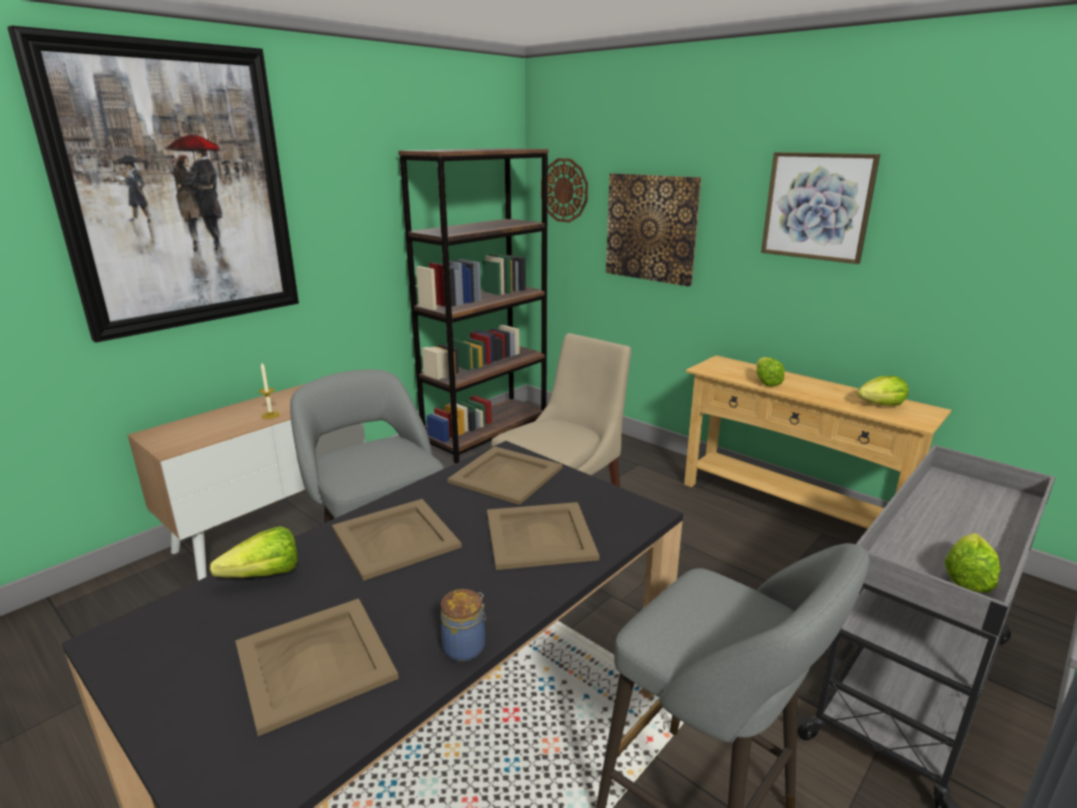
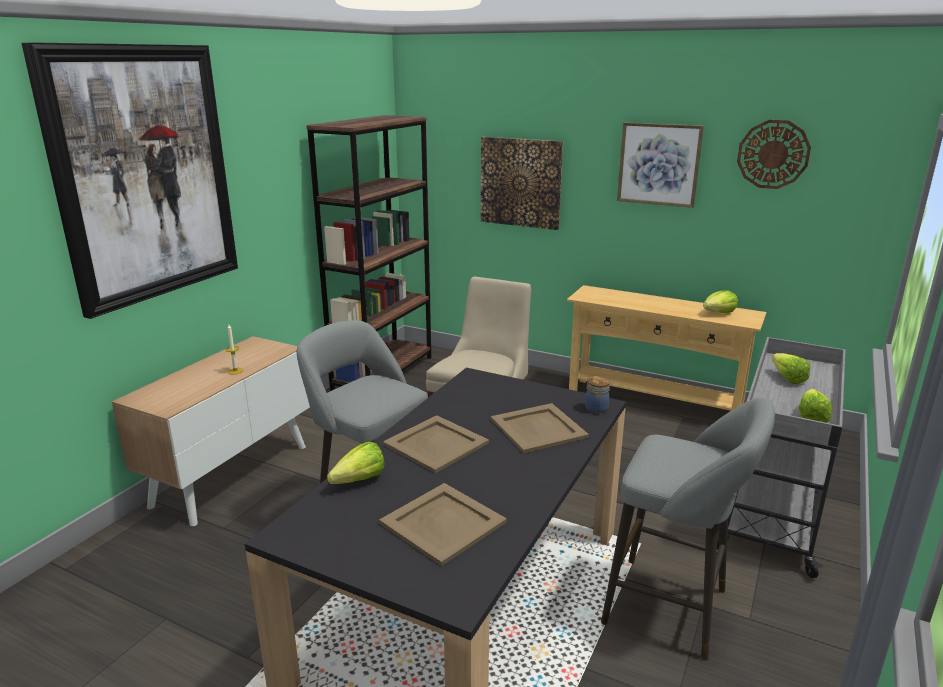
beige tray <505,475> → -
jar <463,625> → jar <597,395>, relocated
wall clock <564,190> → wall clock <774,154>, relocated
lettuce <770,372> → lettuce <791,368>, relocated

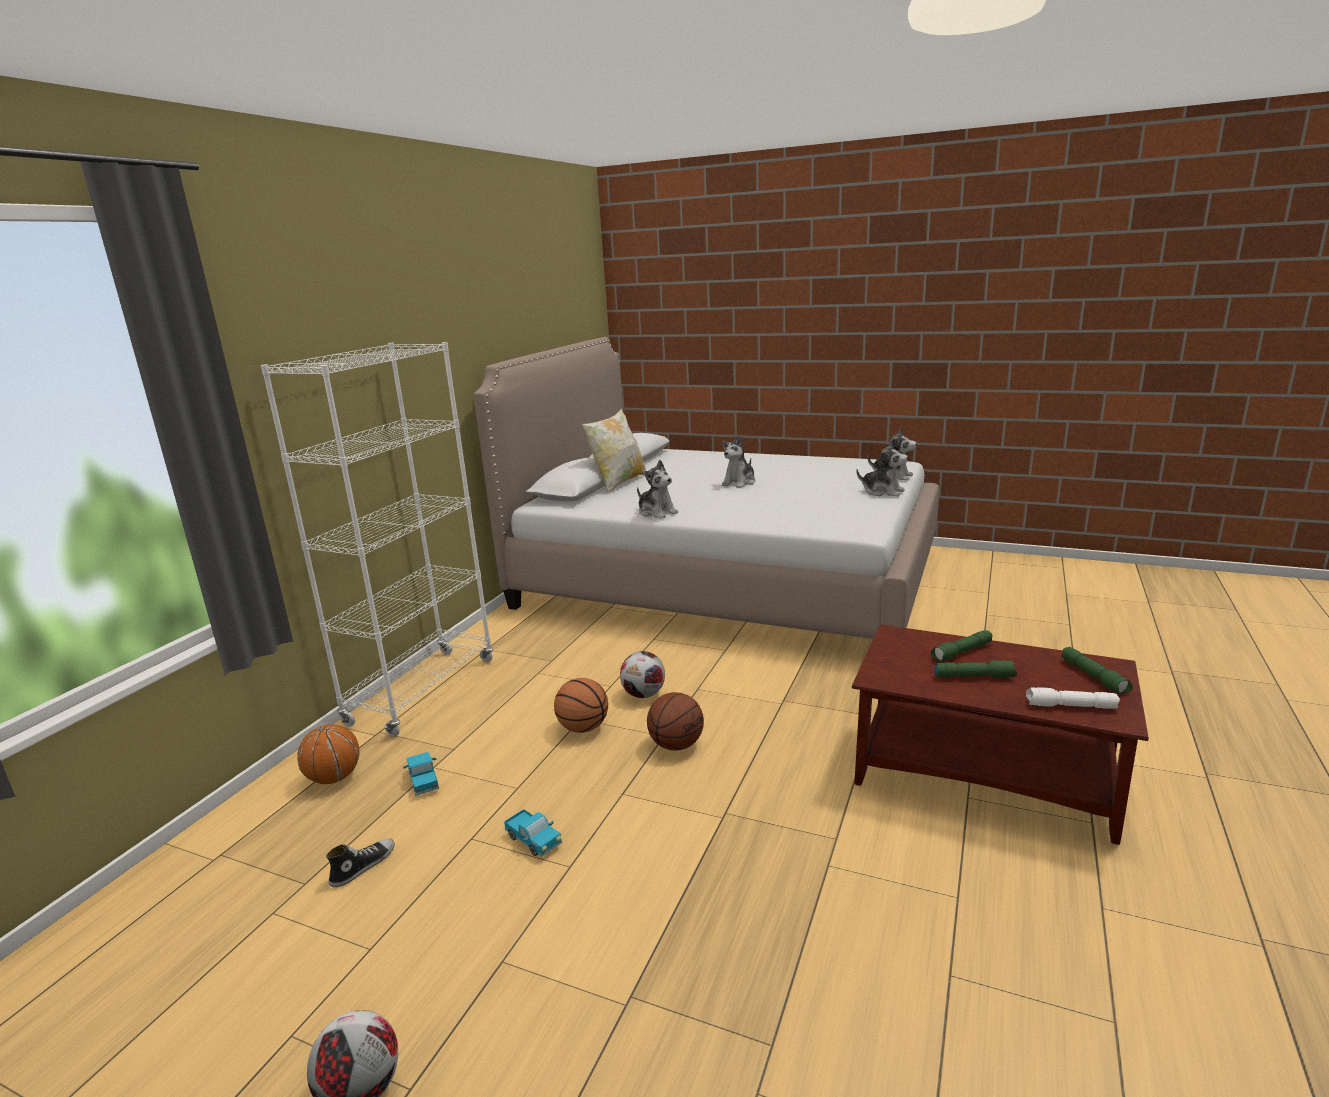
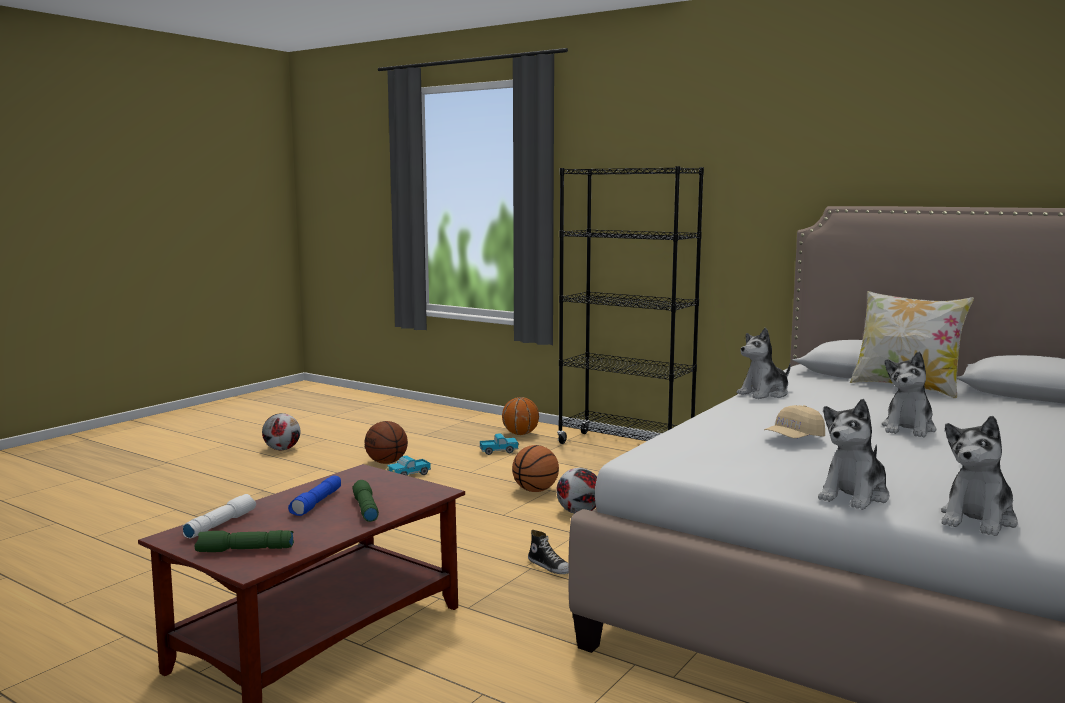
- → beige cap <794,421>
shoe <360,863> → shoe <548,552>, relocated
basketball <675,721> → basketball <386,442>, relocated
white bookcase <377,539> → black bookcase <630,305>
green flashlight <975,669> → blue flashlight <314,496>
plush toy <738,461> → plush toy <909,394>, 105 degrees counterclockwise

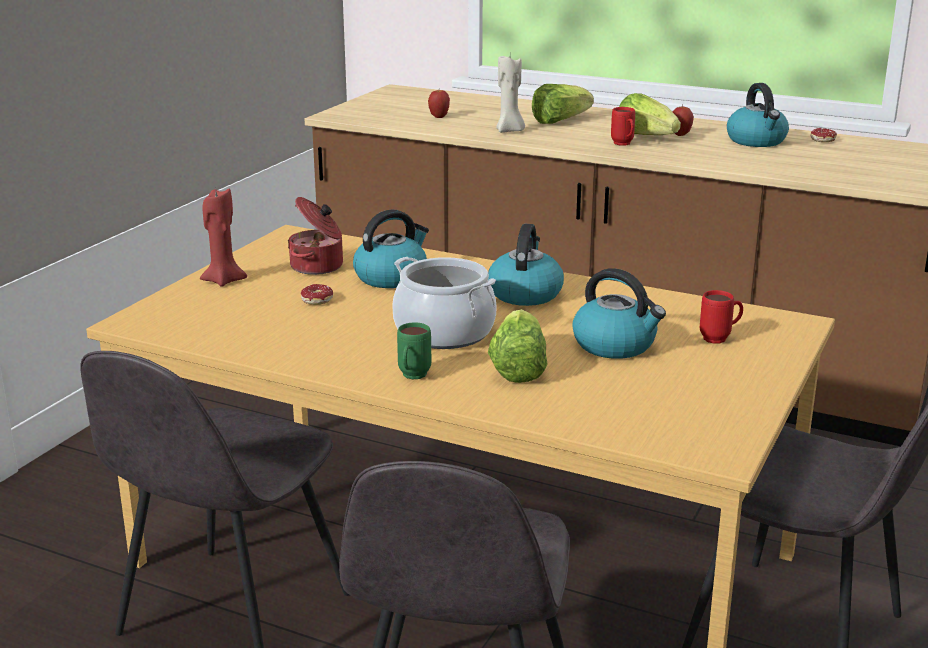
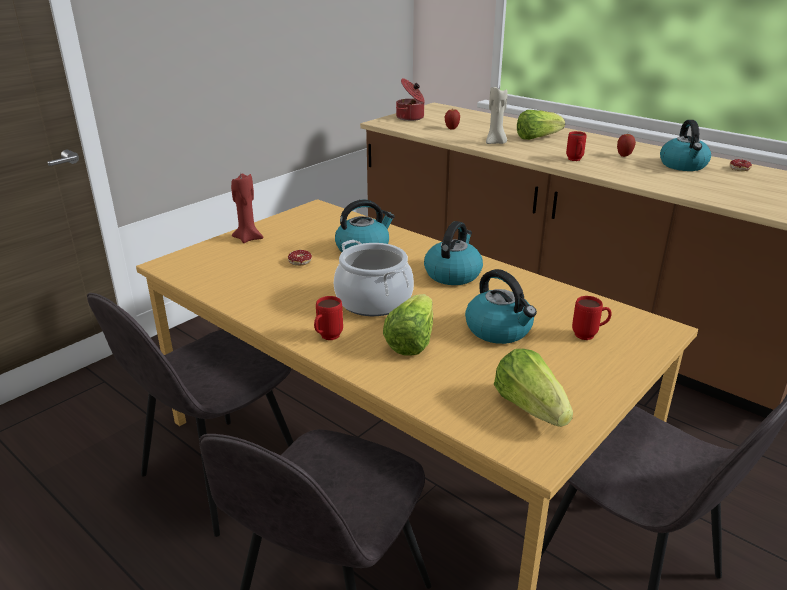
cooking pot <315,236> → cooking pot <410,99>, relocated
lettuce <650,114> → lettuce <533,388>, relocated
green mug <414,350> → red mug <328,318>

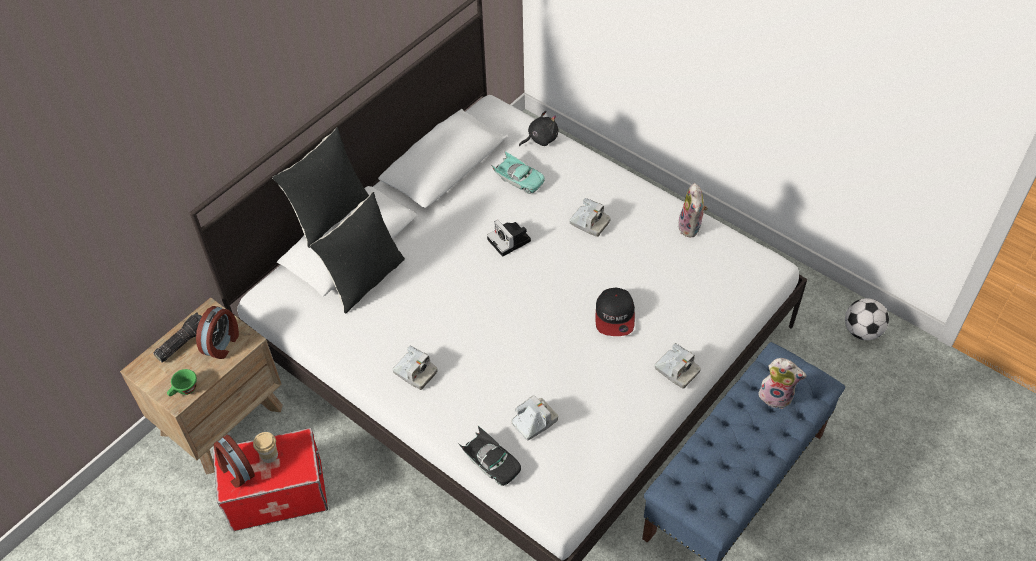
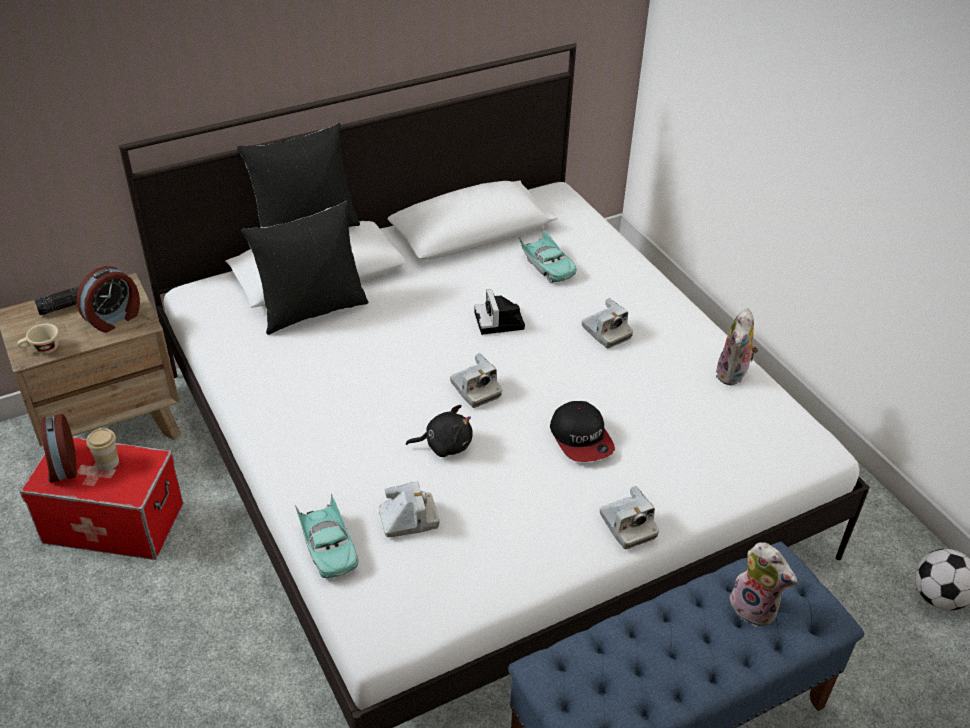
photo camera <414,368> → photo camera <476,380>, relocated
black plush toy <538,128> → black plush toy <439,431>, relocated
green cup <182,382> → beige cup <38,339>
black toy car <489,456> → turquoise toy car <326,535>
cap <615,312> → cap <582,431>, 45 degrees counterclockwise

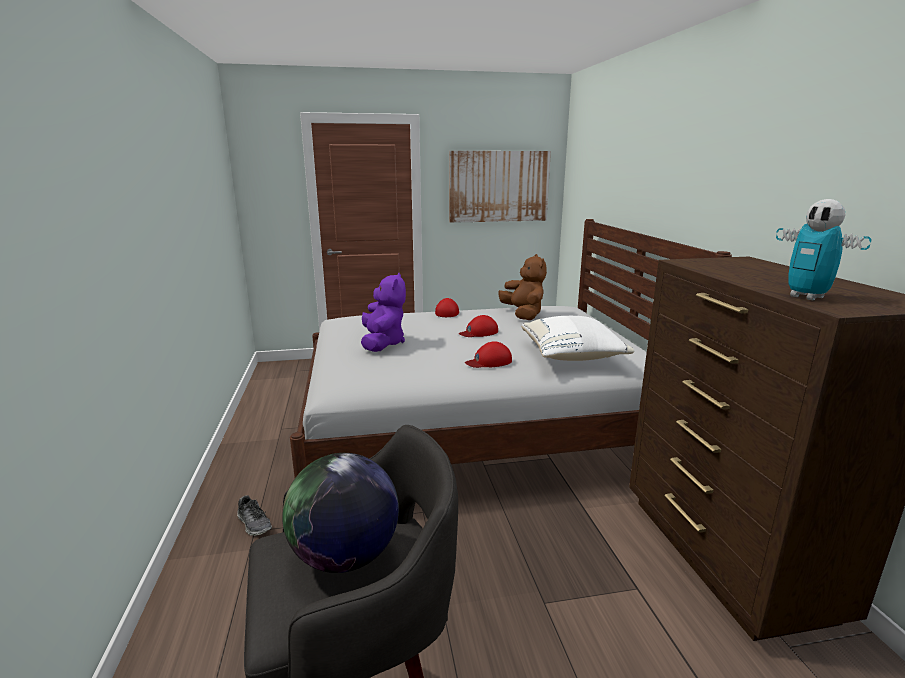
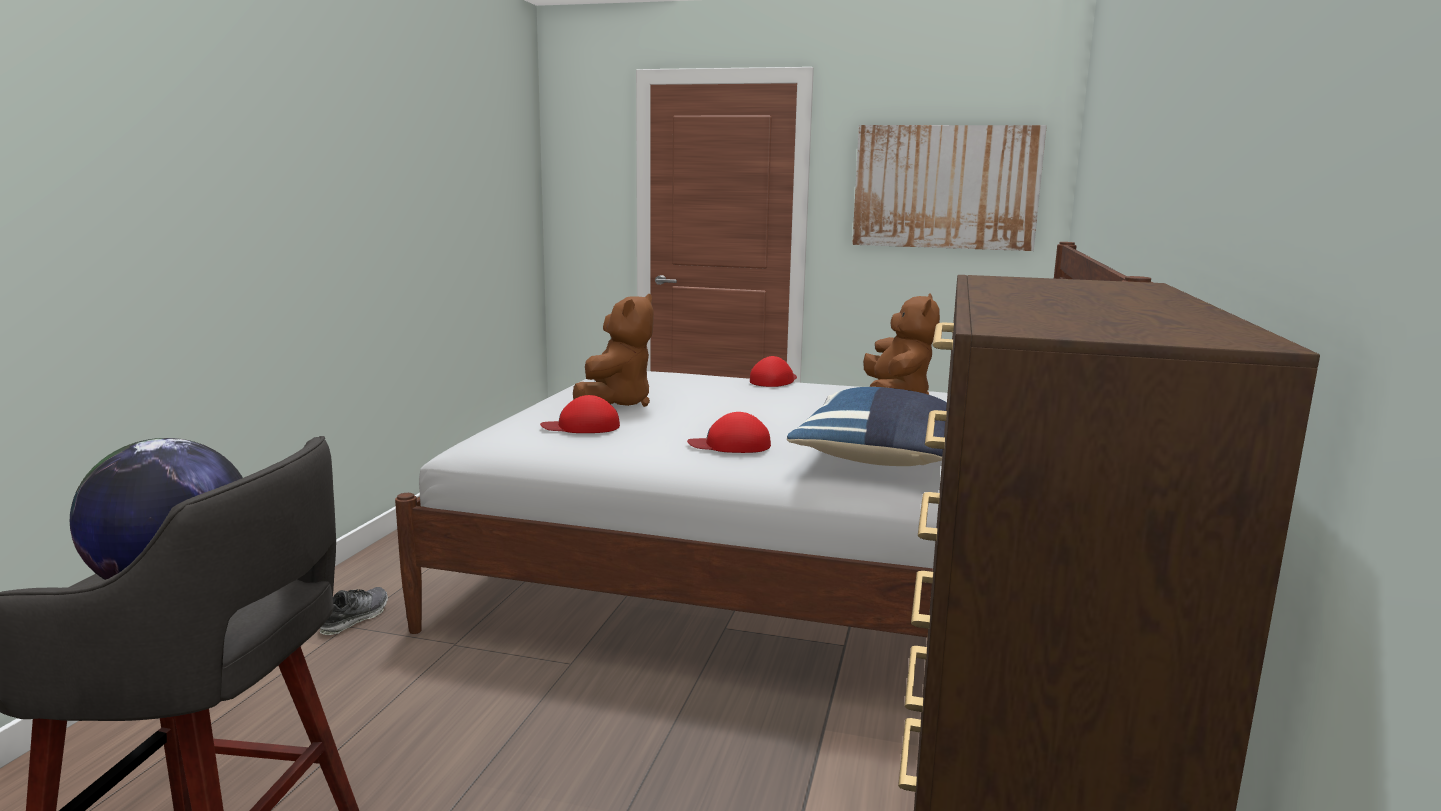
toy robot <823,249> → -
red cap <478,326> → red cap <580,414>, relocated
purple plush toy <383,312> → brown plush toy <613,350>
white pillow <577,338> → blue pillow <867,426>
shoe <254,515> → shoe <354,611>, 135 degrees counterclockwise

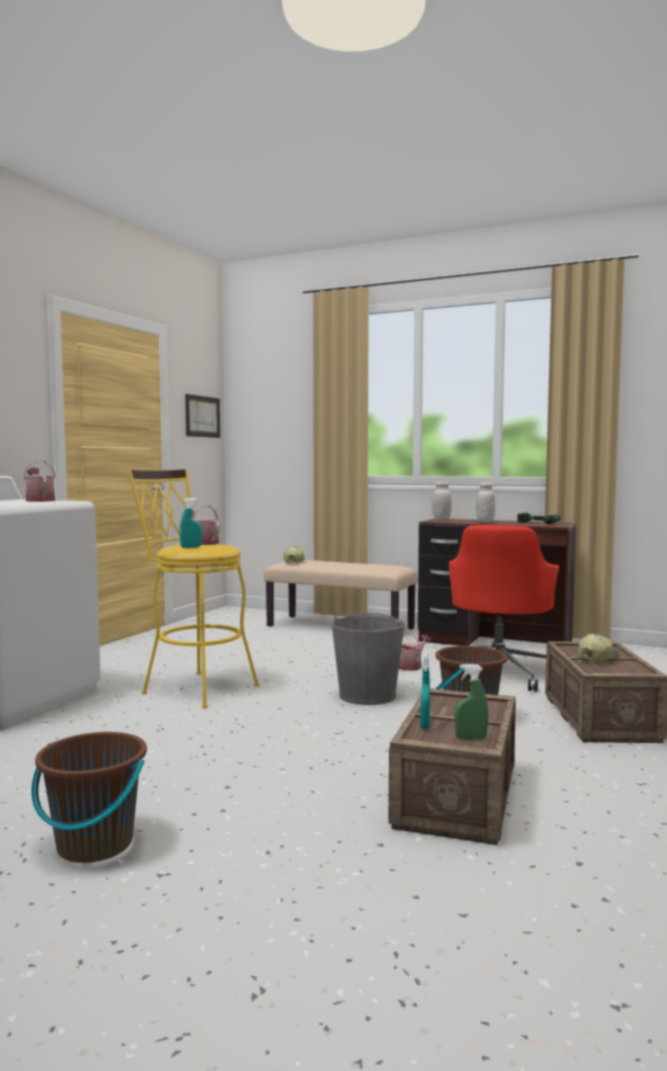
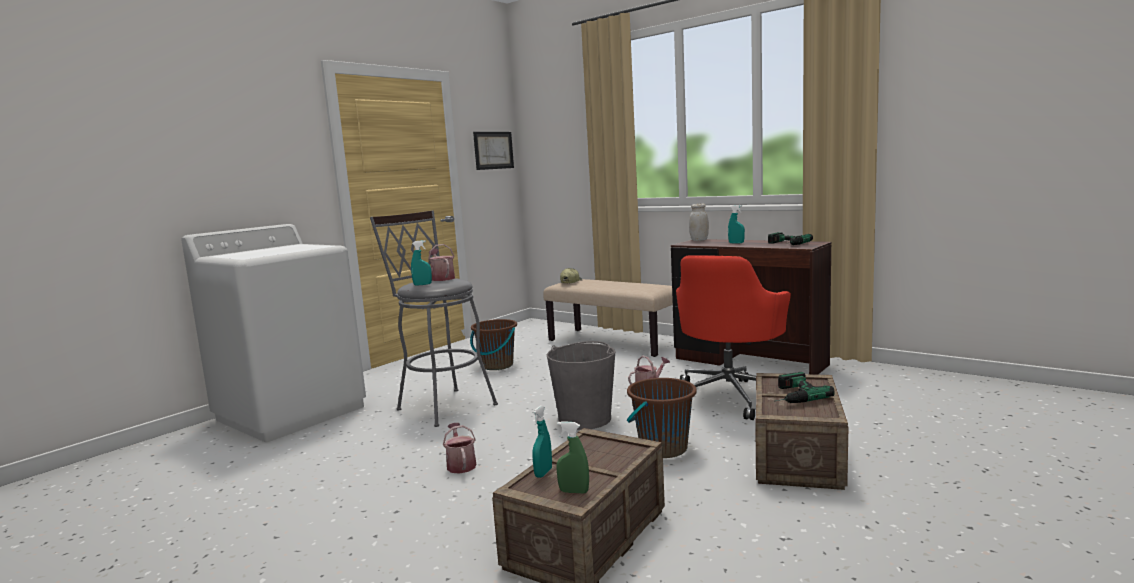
watering can <39,481> → watering can <459,448>, relocated
brown bucket <89,797> → brown bucket <493,344>, relocated
white jar <485,502> → turquoise spray bottle <736,224>
cap <598,647> → power drill <804,387>
yellow stool <193,588> → grey stool <434,318>

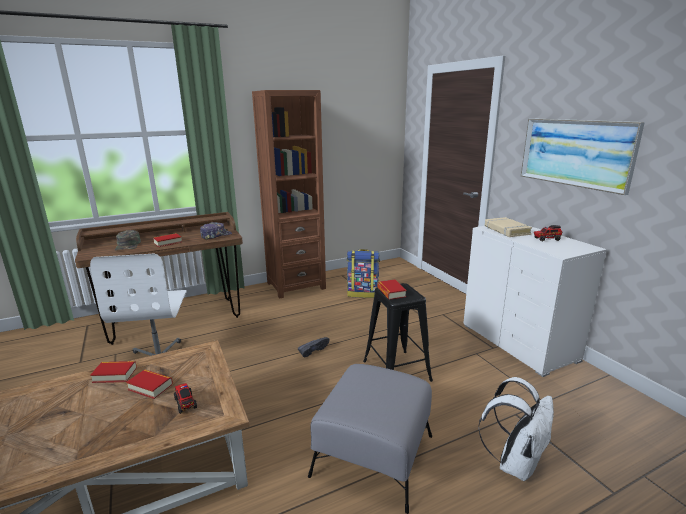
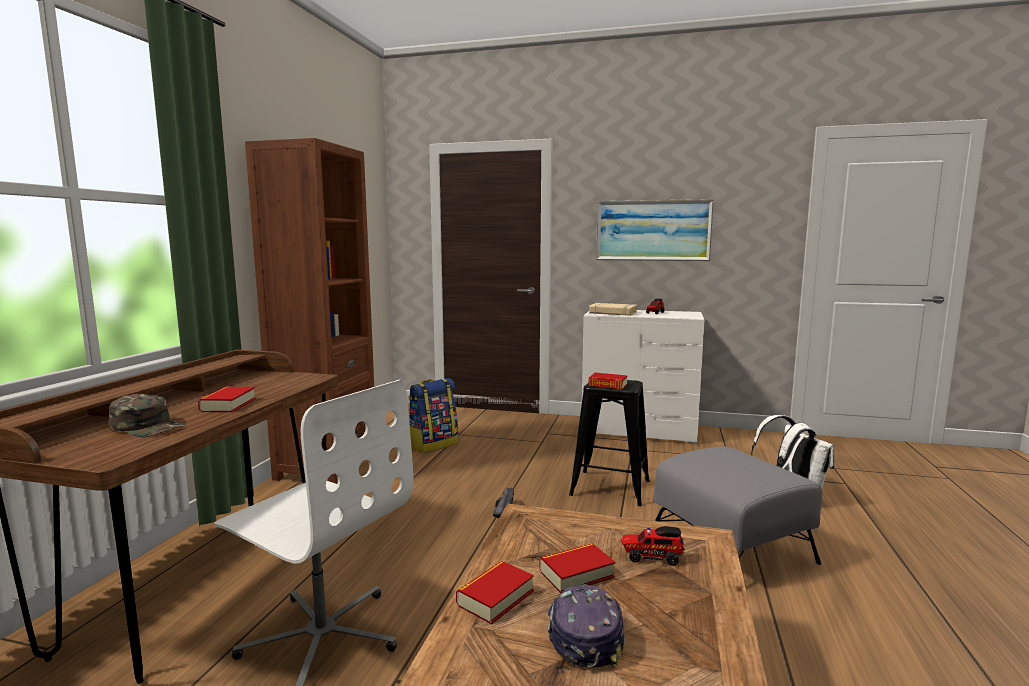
cap <216,231> → cap <586,626>, relocated

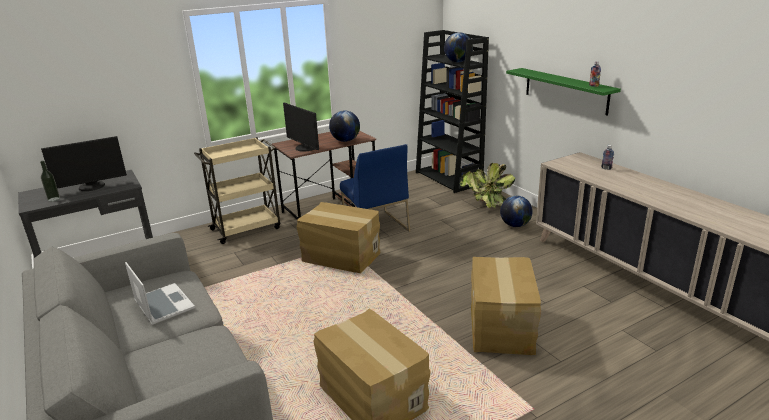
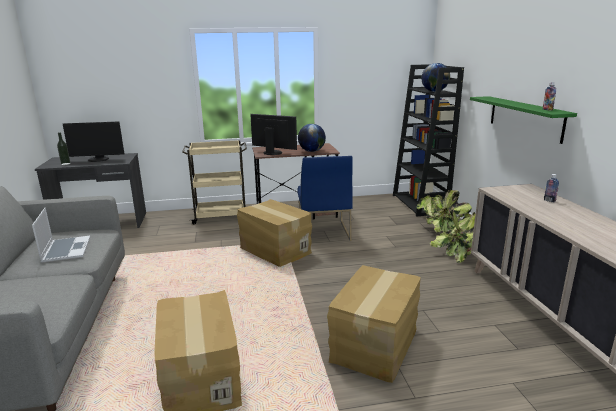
globe <516,211> → potted plant <452,236>
monitor <301,127> → monitor <273,134>, 135 degrees clockwise

